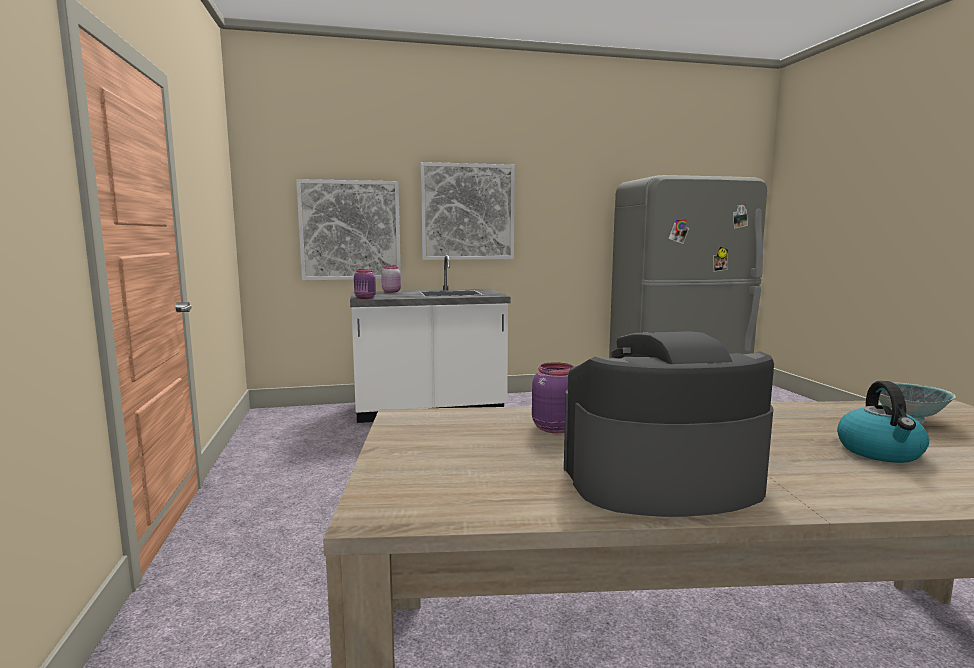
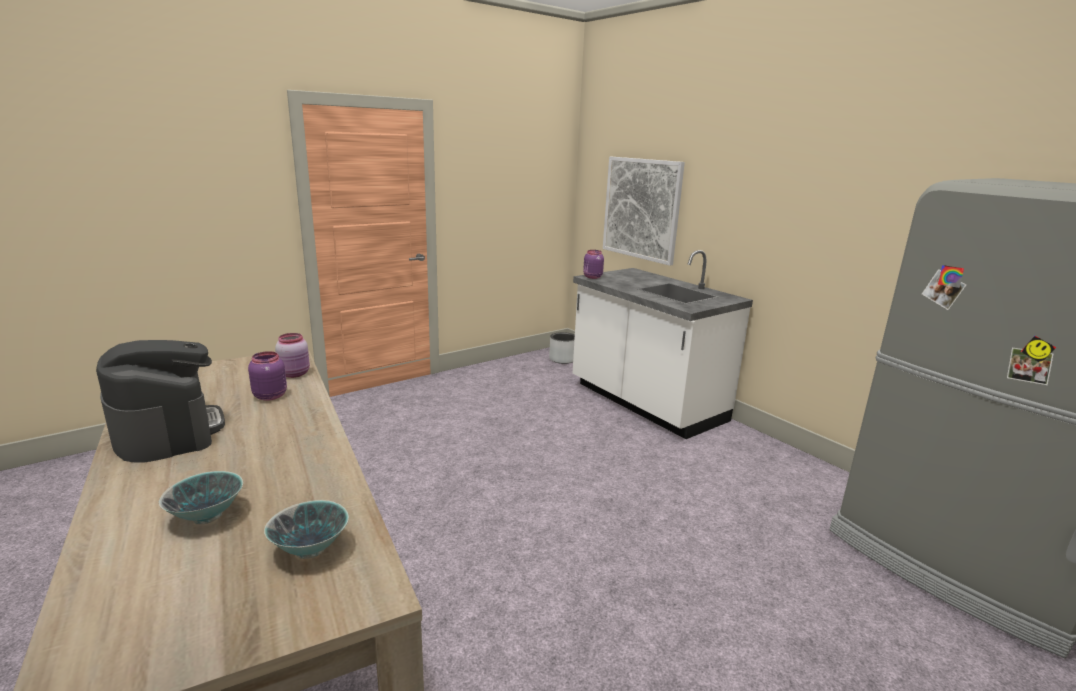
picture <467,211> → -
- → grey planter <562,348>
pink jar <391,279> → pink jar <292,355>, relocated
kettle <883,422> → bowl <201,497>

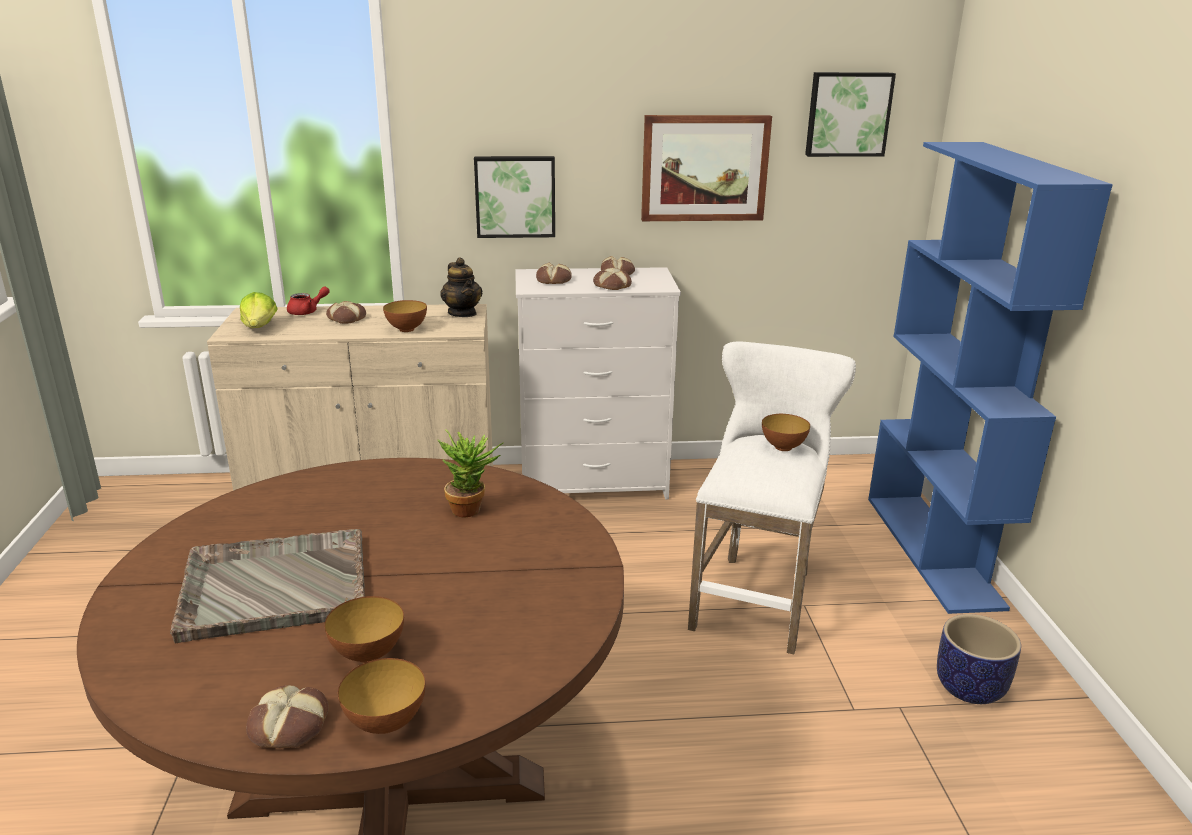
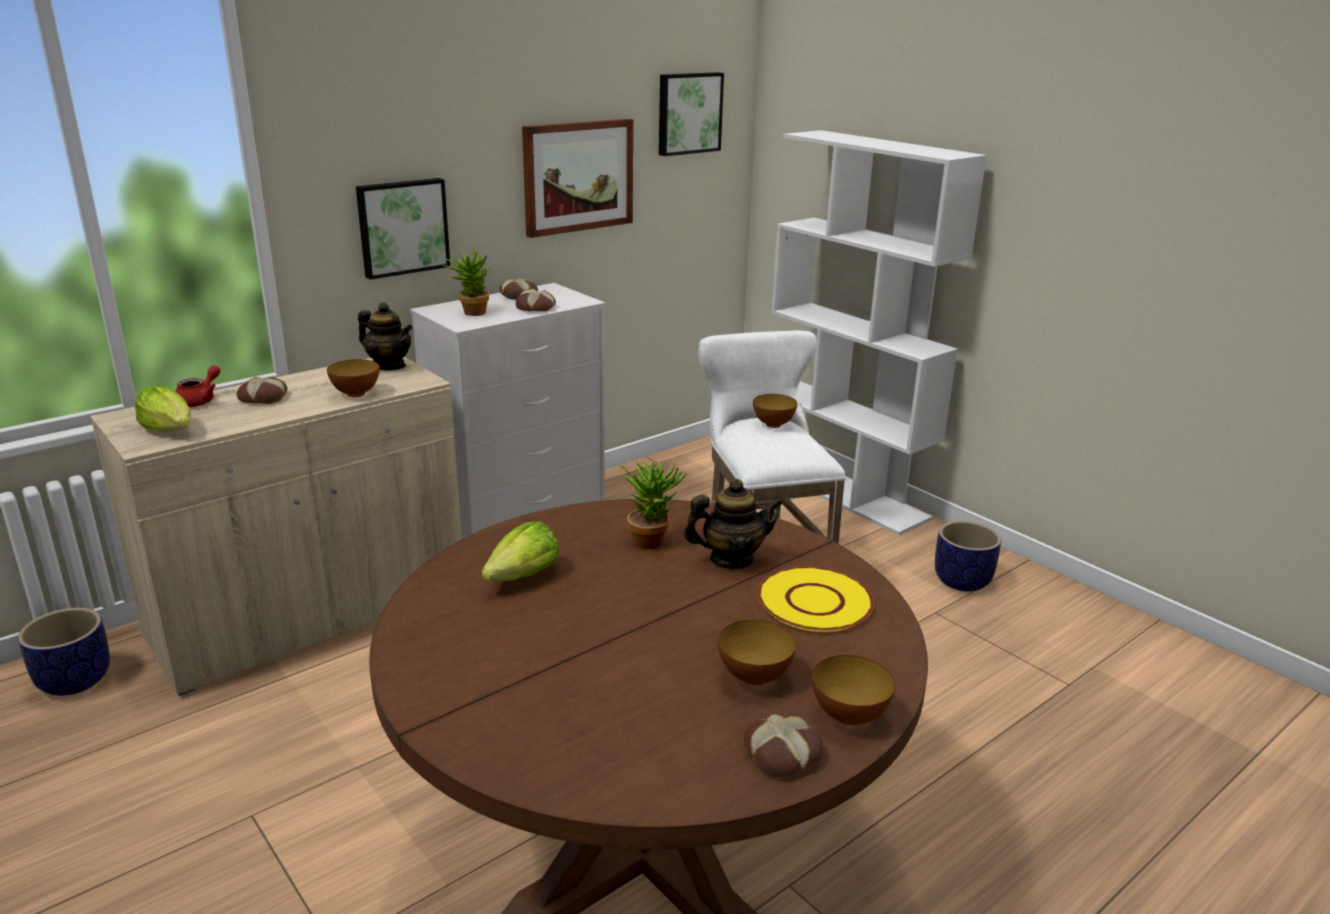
grey tray <267,586> → -
- → planter <64,652>
- → lettuce <520,551>
- → teapot <733,524>
- → yellow plate <816,599>
bread <554,273> → potted plant <466,282>
blue bookcase <990,378> → white bookcase <879,332>

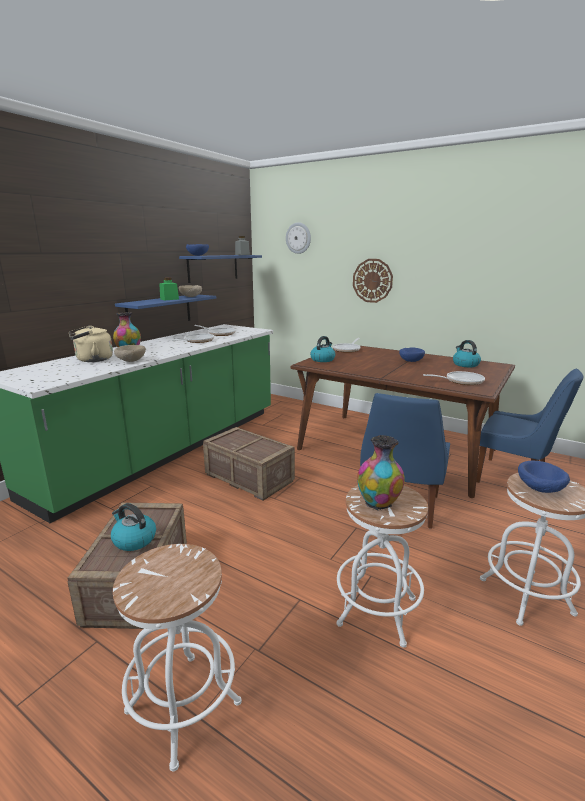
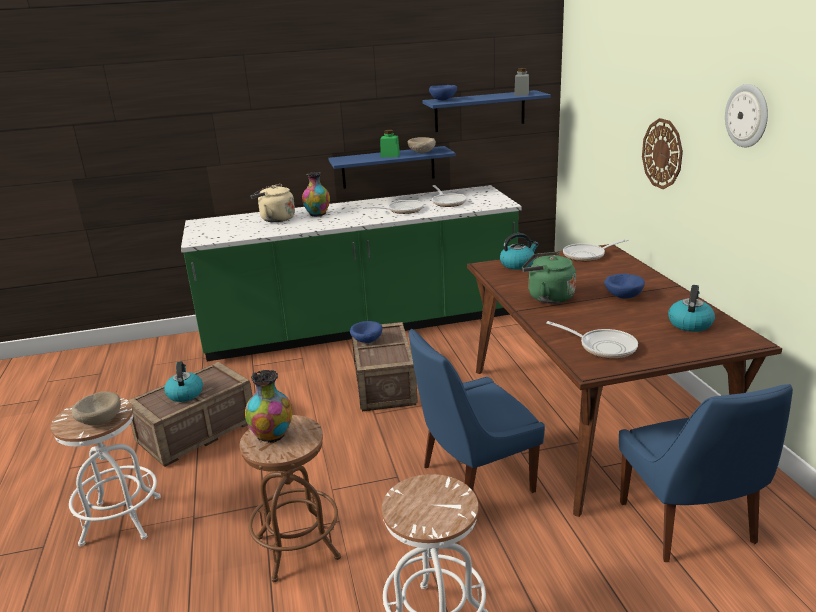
- → green kettle <549,278>
beige bowl <130,353> → beige bowl <96,408>, relocated
wall clock <298,238> → wall clock <746,115>, relocated
blue bowl <544,477> → blue bowl <366,332>, relocated
white stool <382,566> → brown stool <290,498>

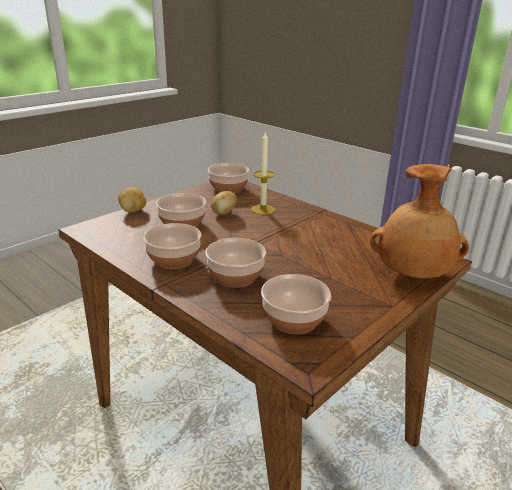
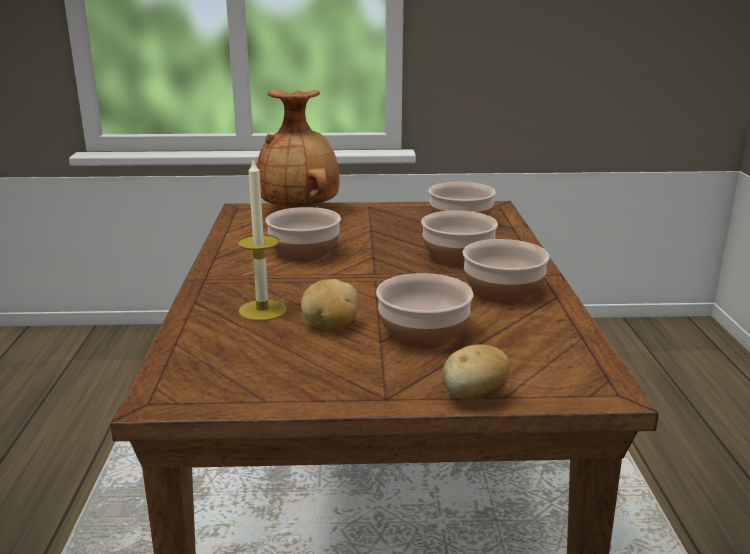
bowl <228,178> → bowl <303,234>, relocated

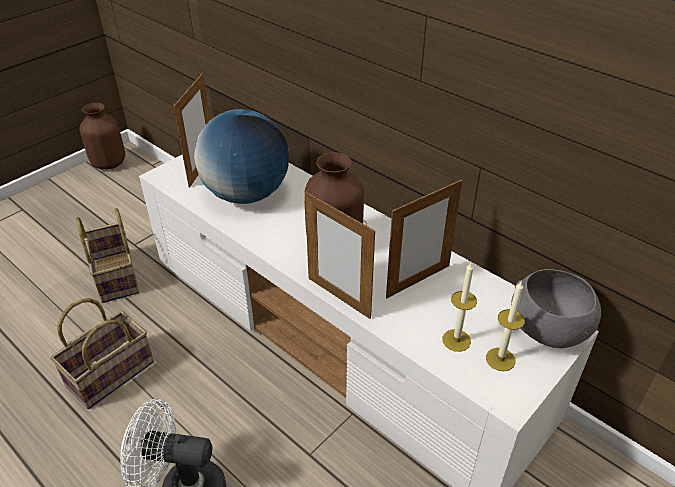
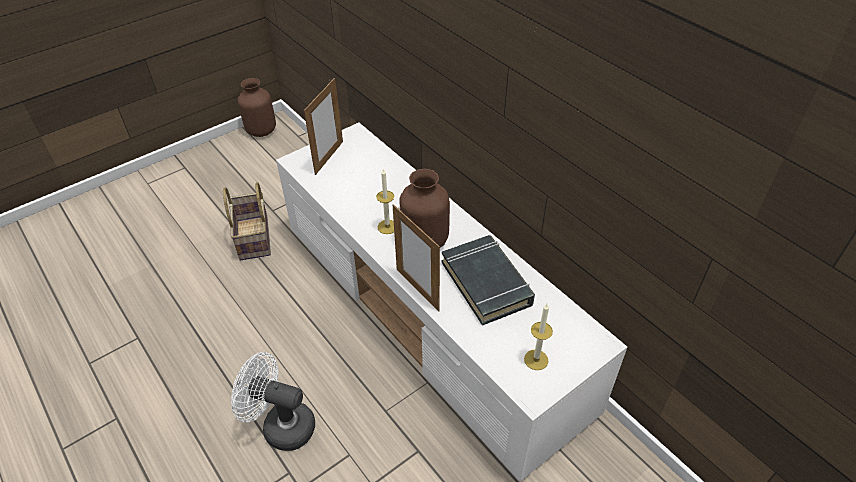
basket <102,353> → -
globe <241,156> → -
grey bowl <556,308> → -
candle <459,307> → candle <385,201>, relocated
picture frame <424,238> → black book <488,280>

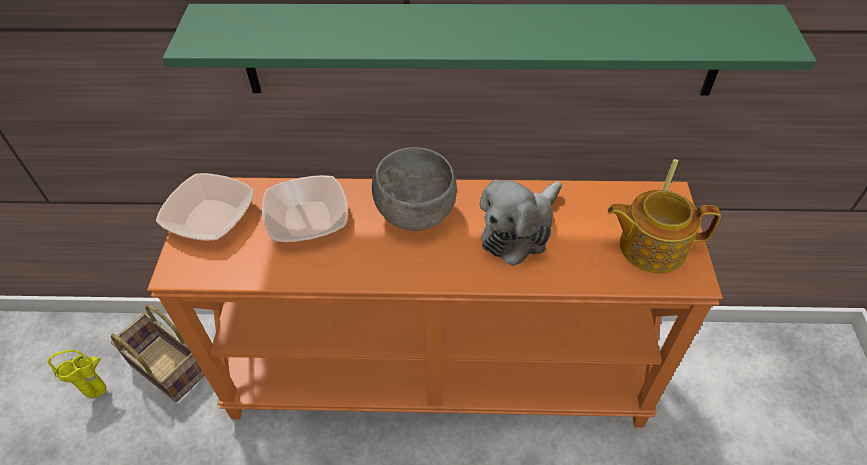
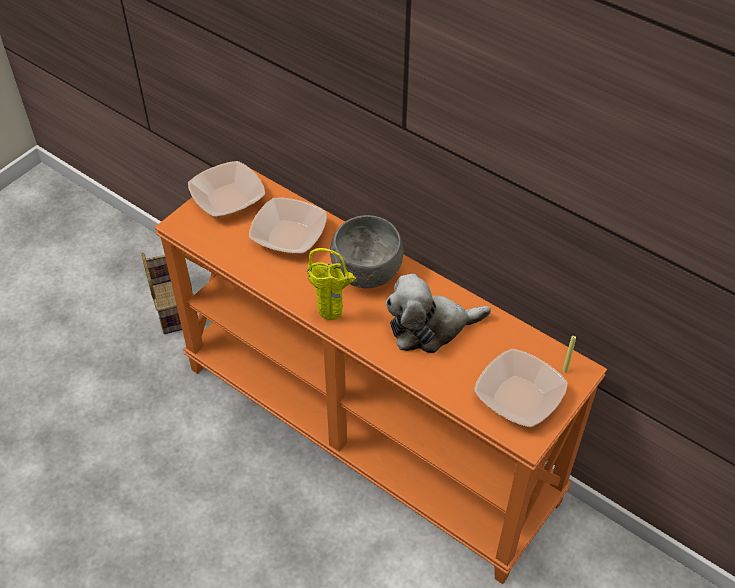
green shelf <489,50> → -
yellow vase <77,374> → yellow vase <331,284>, relocated
teapot <664,232> → bowl <521,388>

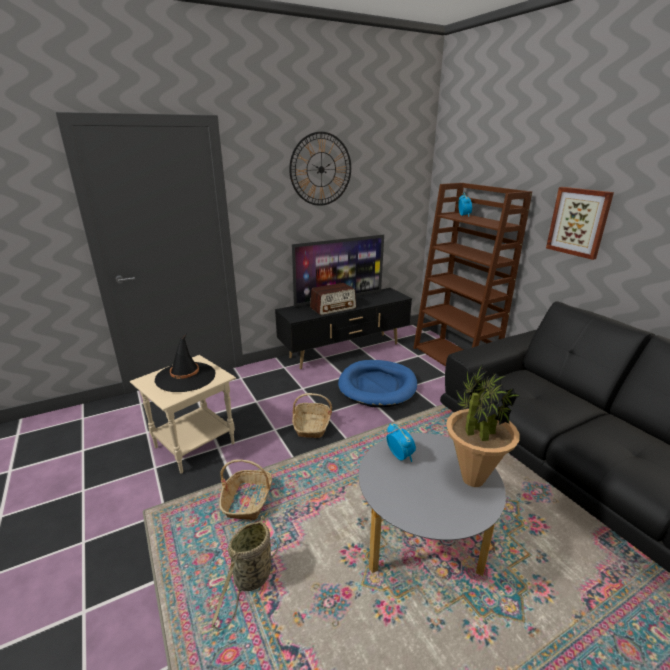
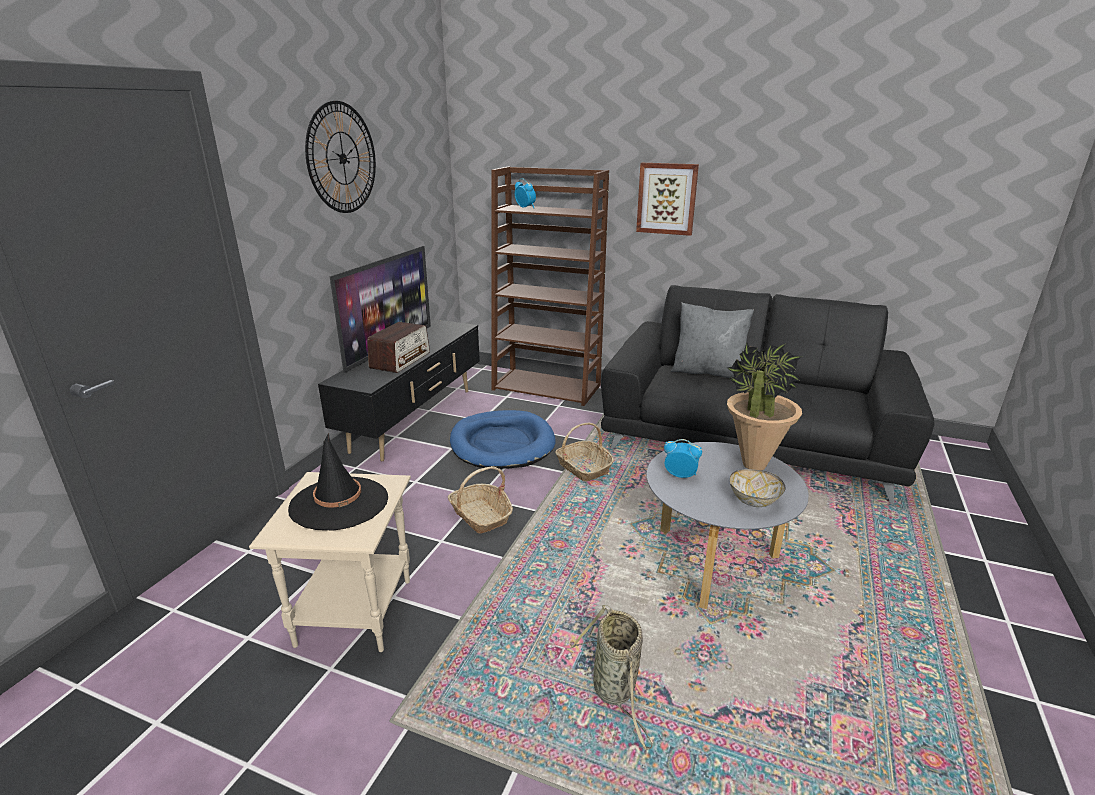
- → grey pillow <712,340>
- → bowl <758,488>
basket <245,489> → basket <584,452>, relocated

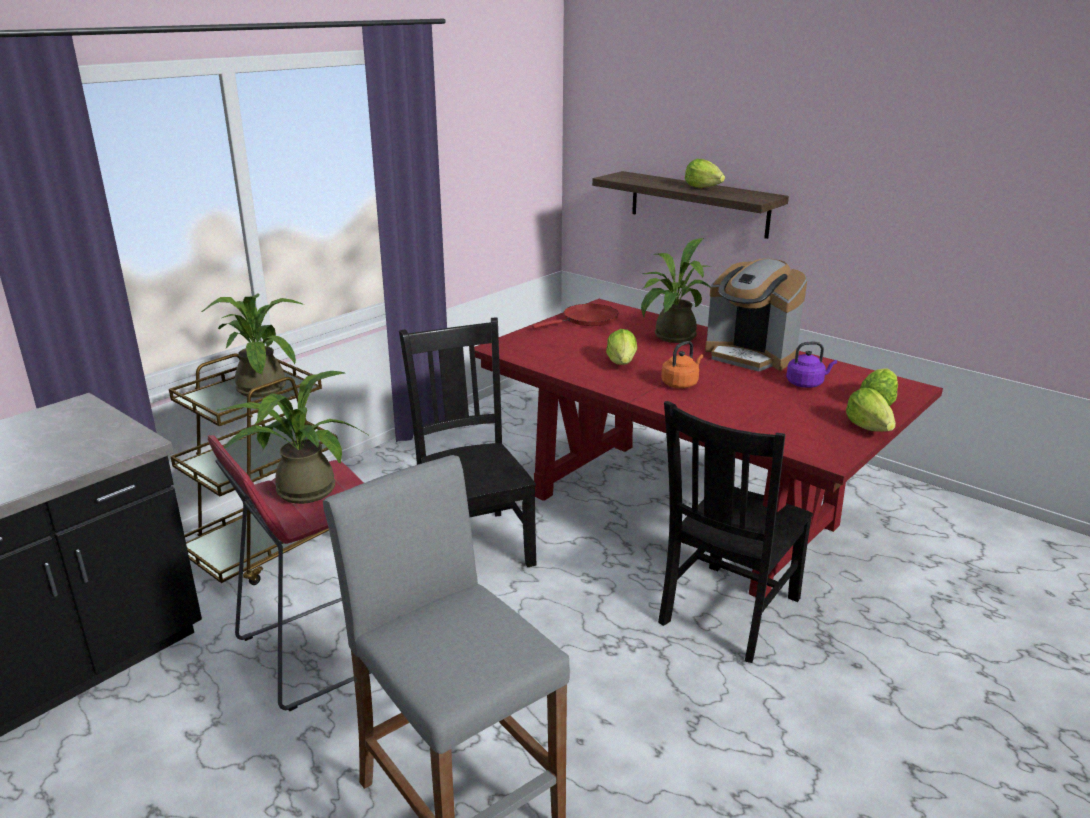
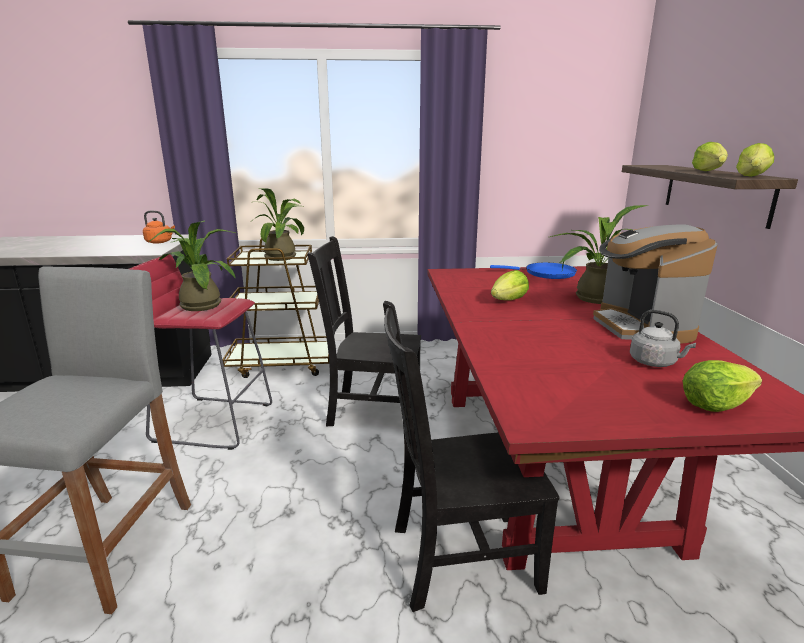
orange kettle <682,364> → orange kettle <159,227>, relocated
lettuce <871,410> → lettuce <755,160>, relocated
red frying pan <575,316> → blue frying pan <533,271>
purple kettle <811,365> → grey kettle <663,338>
black chair <468,442> → black chair <364,331>, 105 degrees counterclockwise

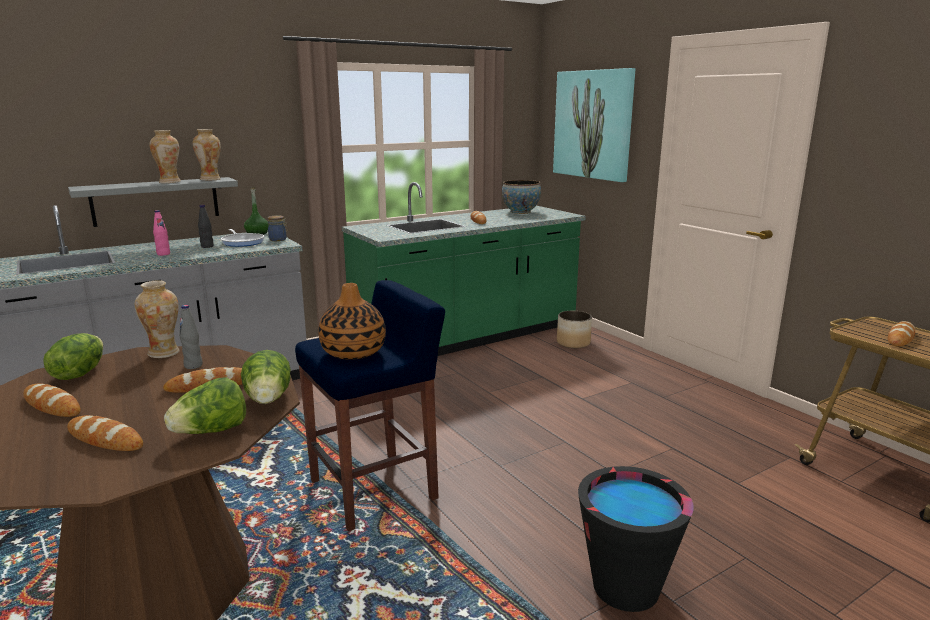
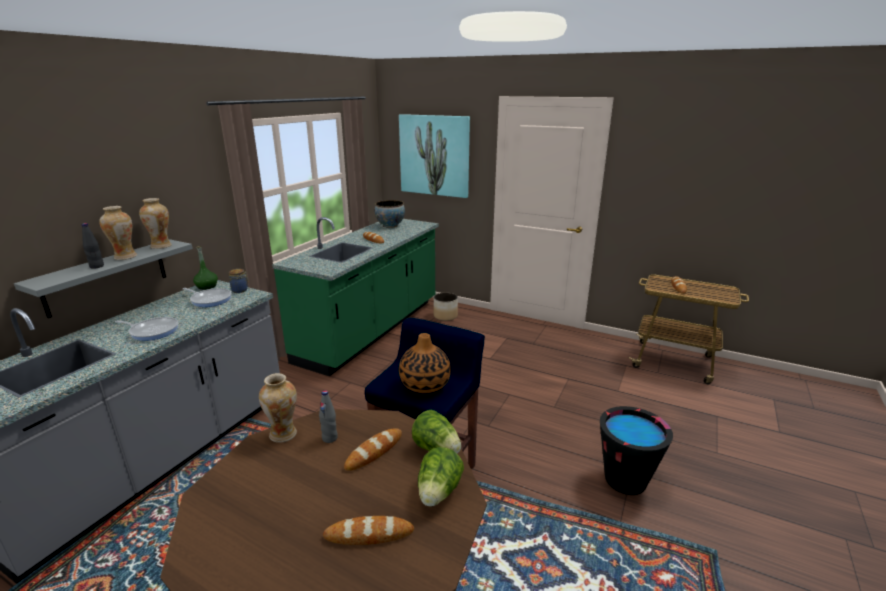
bread <52,400> → -
lettuce <73,356> → -
black bottle <205,226> → black bottle <93,246>, relocated
pink bottle <161,233> → frying pan <146,329>

